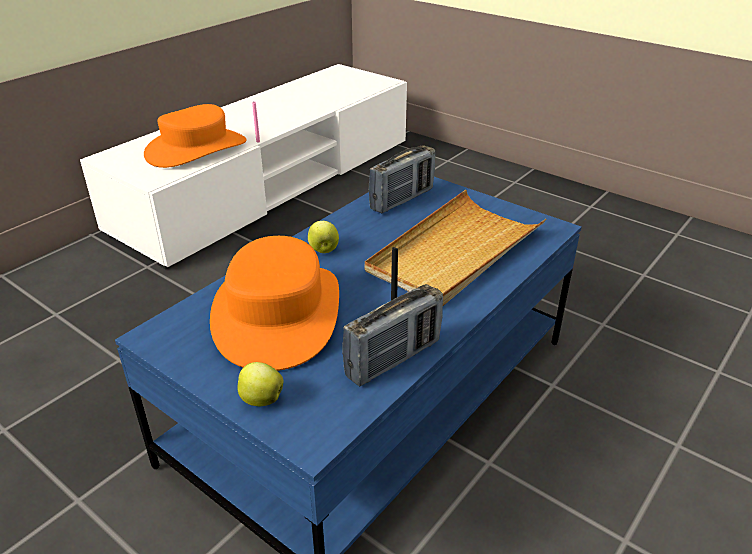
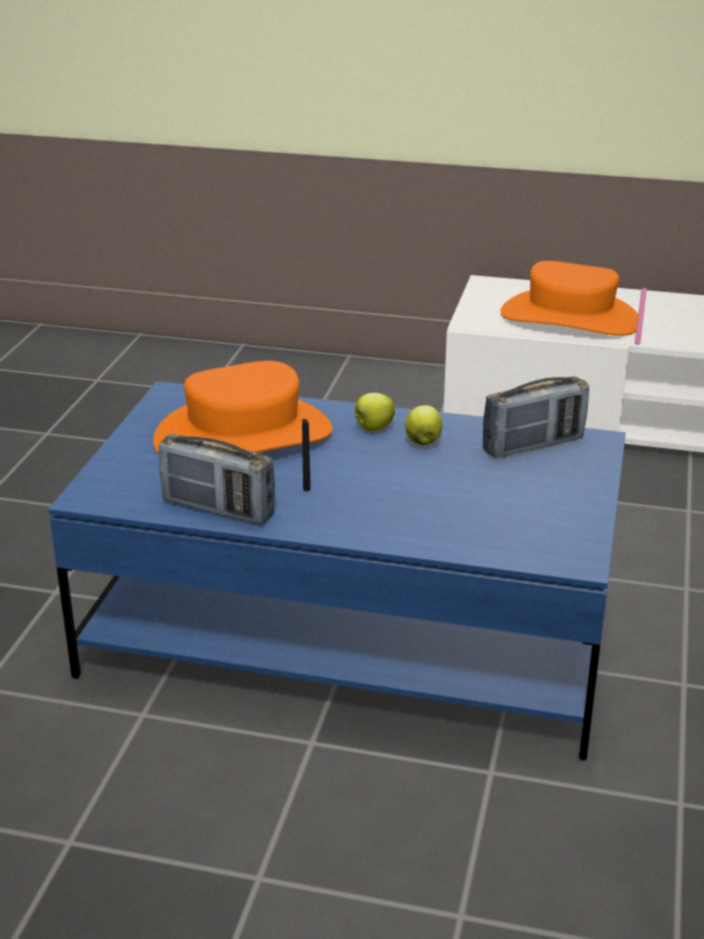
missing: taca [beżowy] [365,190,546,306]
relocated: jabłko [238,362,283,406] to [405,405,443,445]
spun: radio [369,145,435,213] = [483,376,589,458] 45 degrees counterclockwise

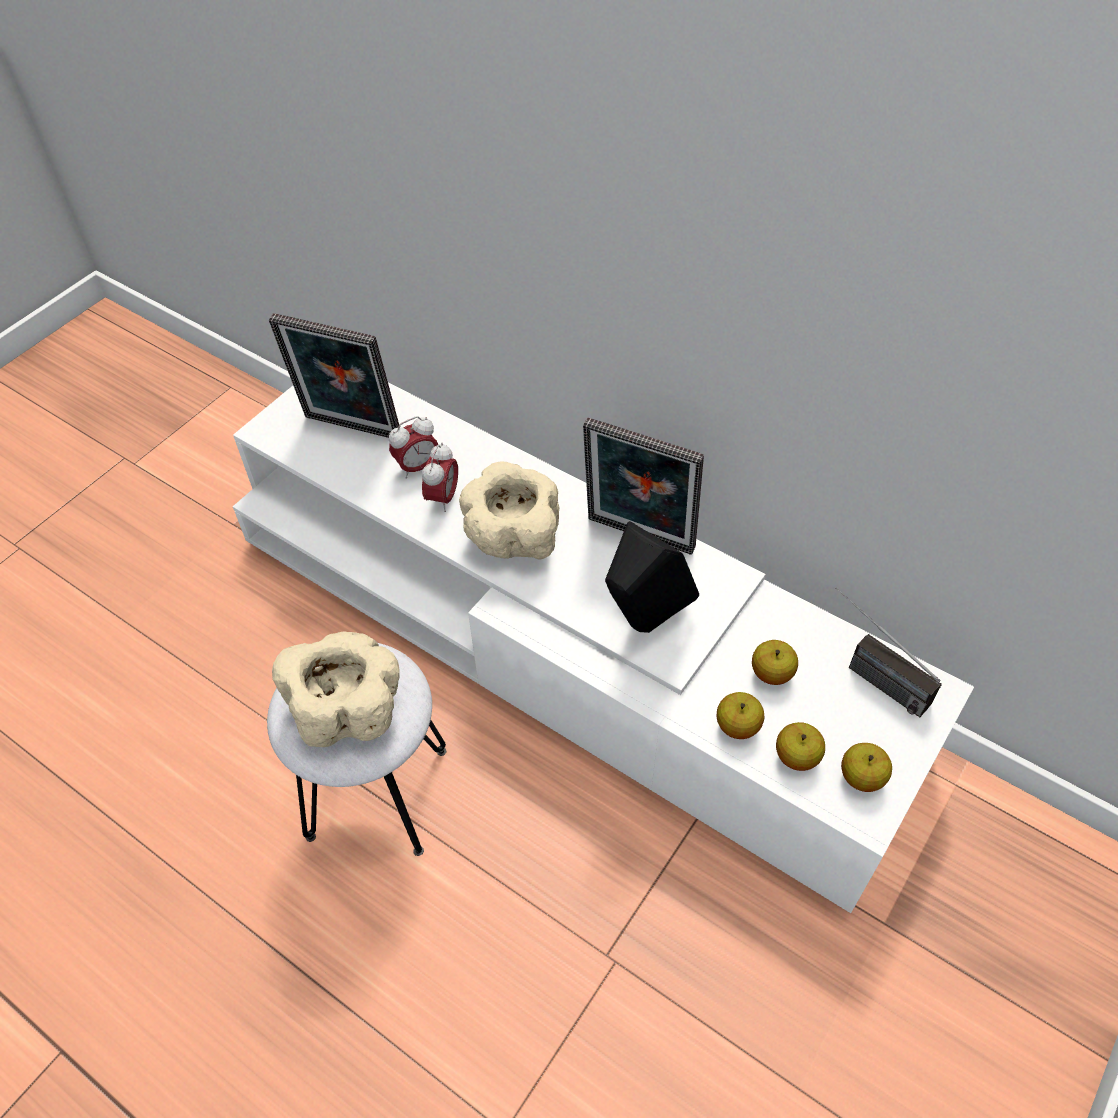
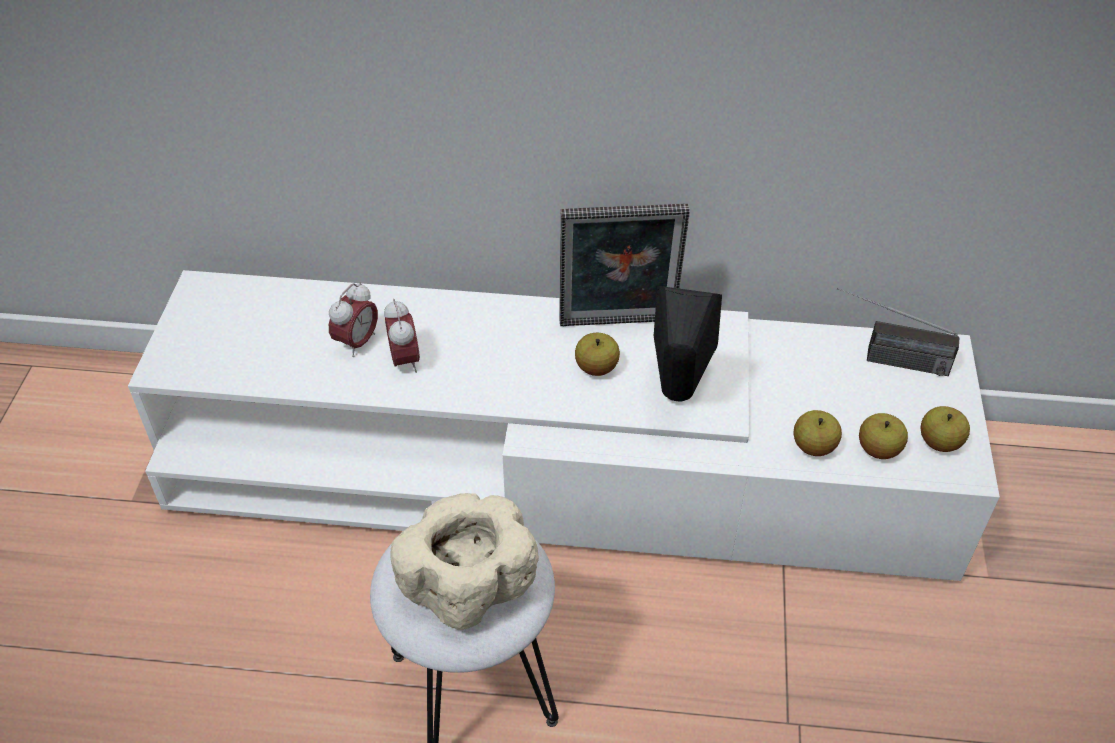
missing: ramka na zdjęcie [269,313,399,438]; miska [beżowy] [459,461,559,559]
relocated: jabłko [752,640,798,685] to [575,333,620,376]

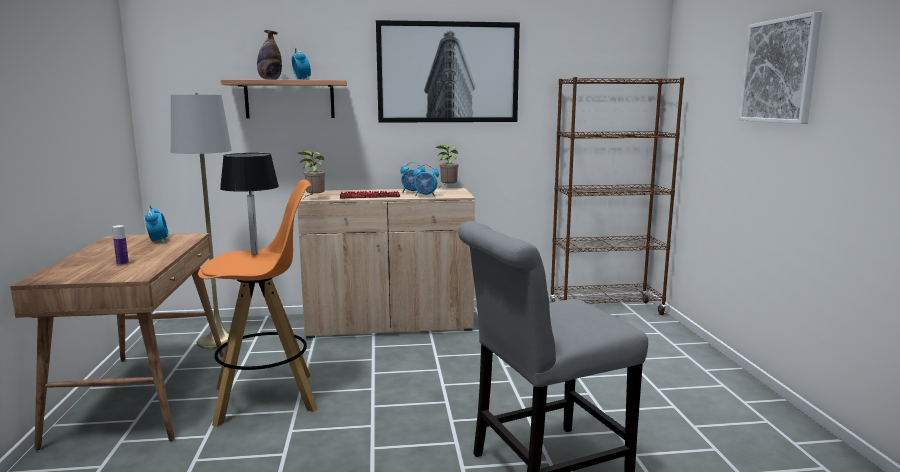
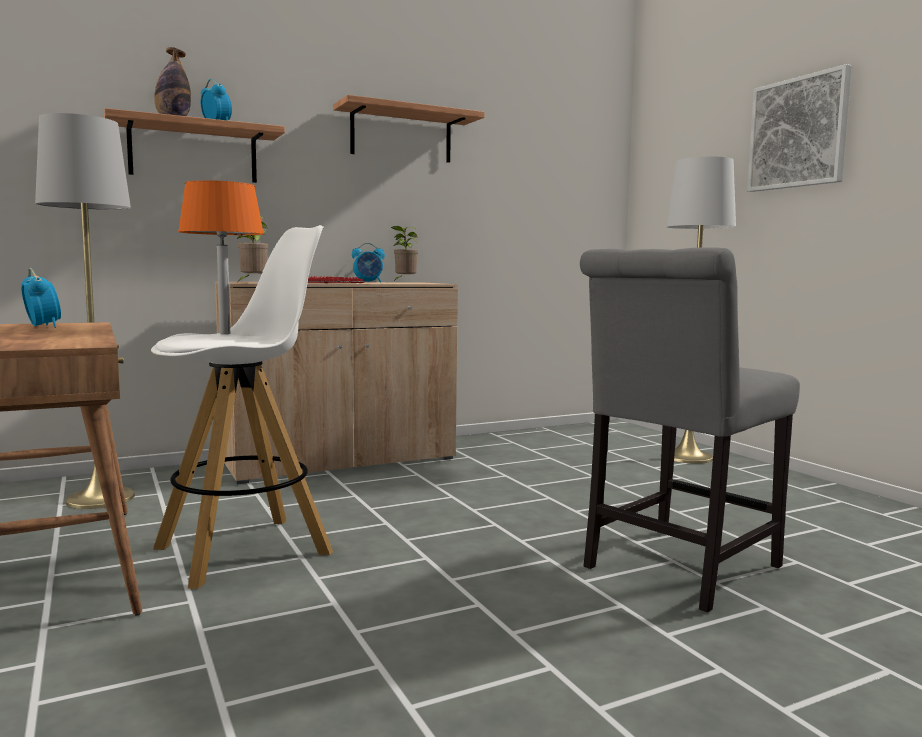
missing: butelka [112,225,129,266]; budzik [413,164,439,197]; regał [brązowy] [549,77,684,315]
appeared: lampa stojąca [biały] [666,157,736,464]
exchanged: obraz [376,20,520,123] to półka [333,95,485,163]
colour: stołek [pomarańczowy] [198,179,318,427] to stołek [biały] [151,225,333,589]; lampa stołowa [czarny] [220,153,279,255] to lampa stołowa [pomarańczowy] [178,180,264,334]

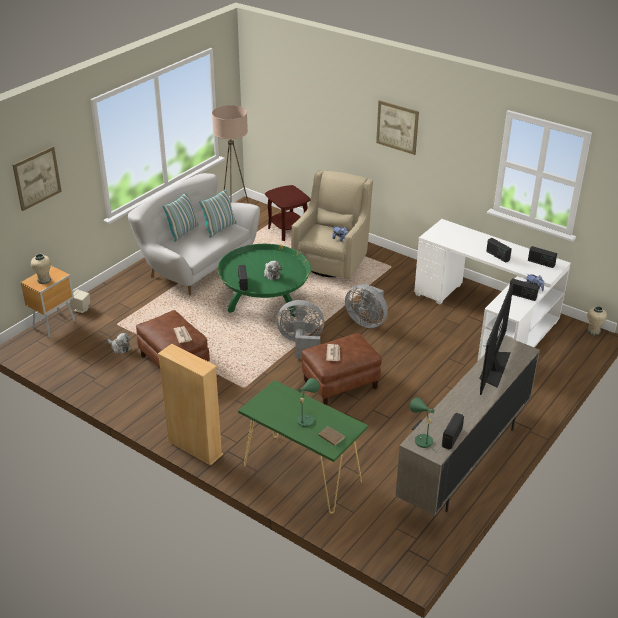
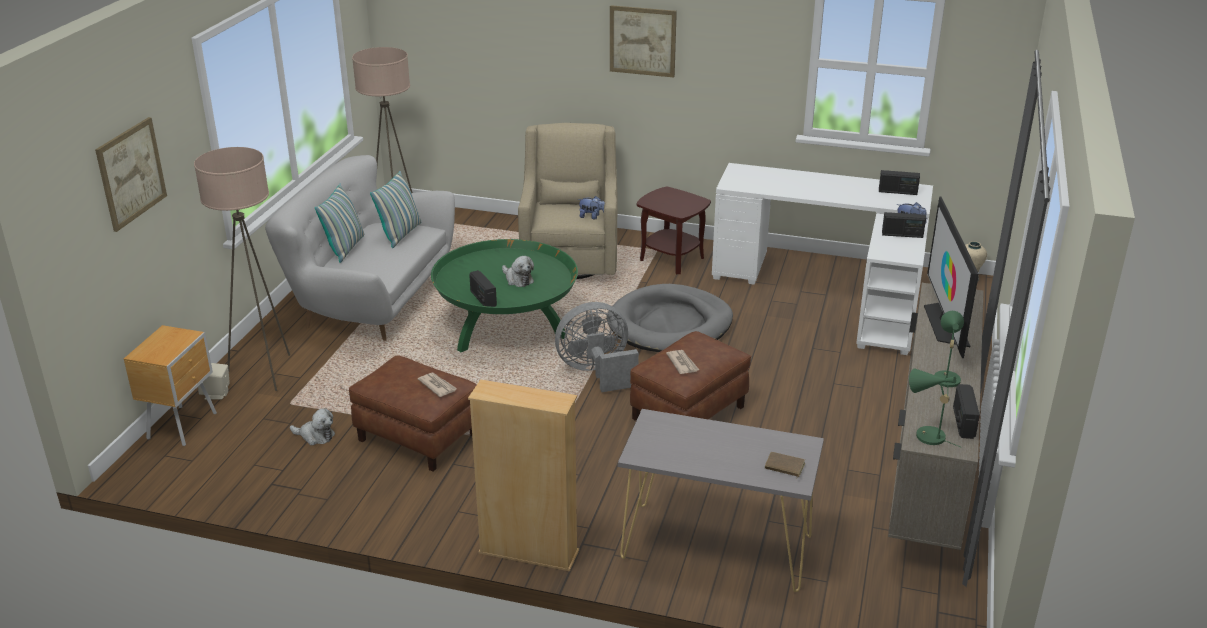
missing: wazon [beżowy] [31,254,51,284]; radio [486,238,512,263]
appeared: lampa stojąca [beżowy] [194,147,290,391]
relocated: stolik [brązowy] [265,185,311,241] to [637,187,711,274]; lampa stołowa [zielony] [295,378,319,432] to [934,311,964,395]
exchanged: wentylator [szary] [345,283,388,328] to legowisko [szary] [607,284,733,352]
colour: stolik konsolowy [zielony] [238,380,368,514] to stolik konsolowy [szary] [618,409,824,592]

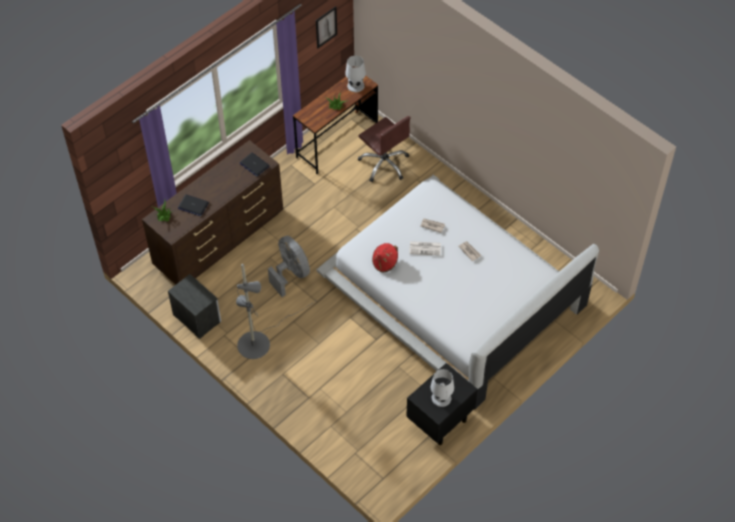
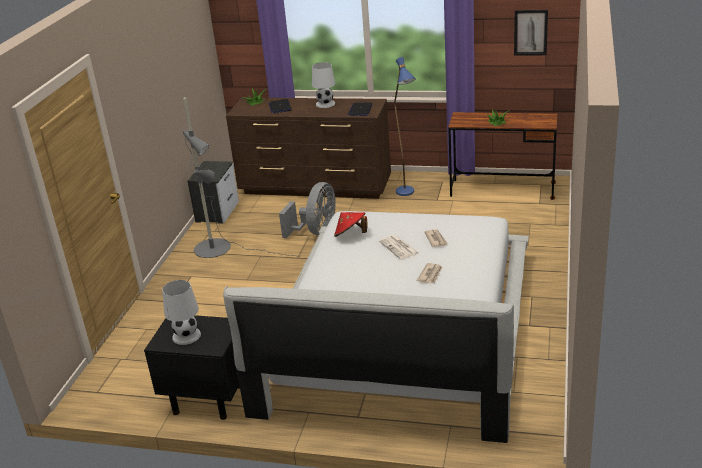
missing: krzesło biurowe [brązowy] [358,116,411,182]
appeared: lampa stojąca [niebieski] [394,57,416,196]
relocated: lampa stołowa [biały] [345,56,366,92] to [312,62,335,108]

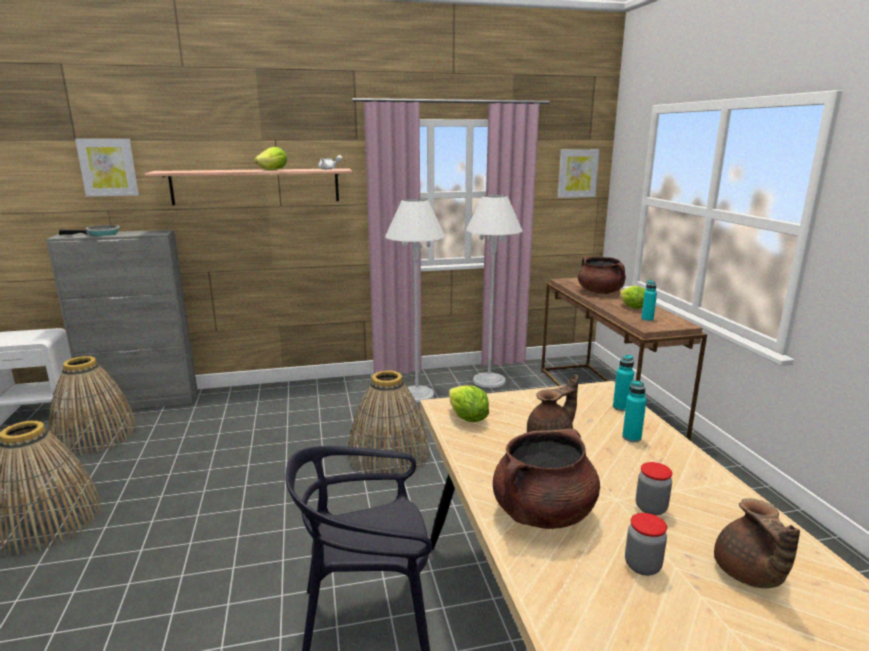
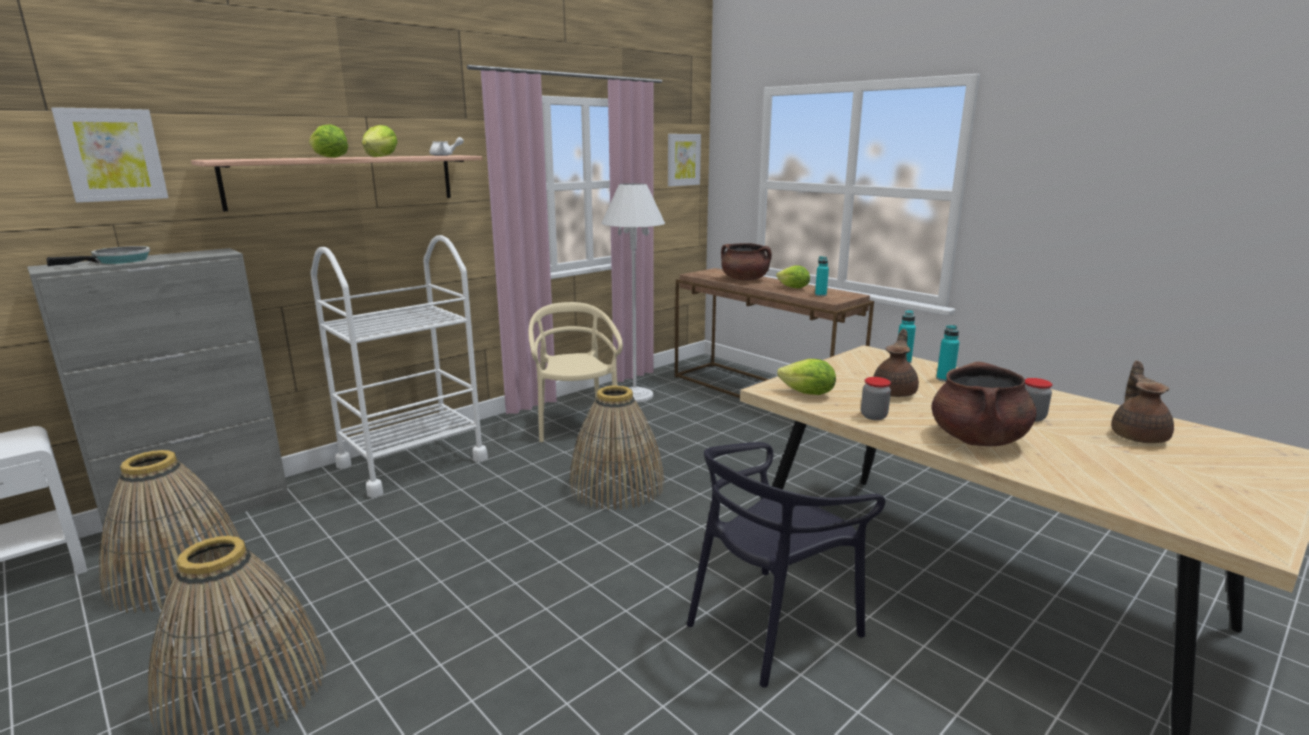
appeared: sałata [309,124,348,158]; wózek [biały] [310,235,488,498]
relocated: słoik [625,513,667,576] to [861,377,891,420]
exchanged: lampa stojąca [biały] [385,199,445,403] to krzesło [beżowy] [529,302,623,443]
spun: imbryk [brązowy] [714,498,800,588] = [1111,361,1174,443] 135 degrees counterclockwise

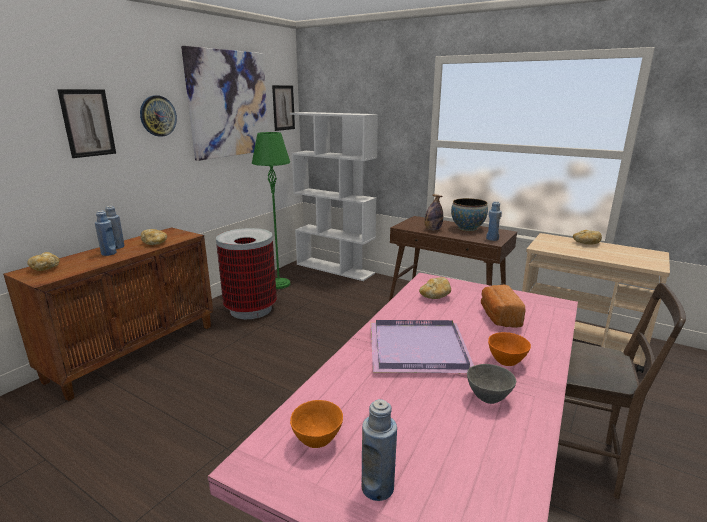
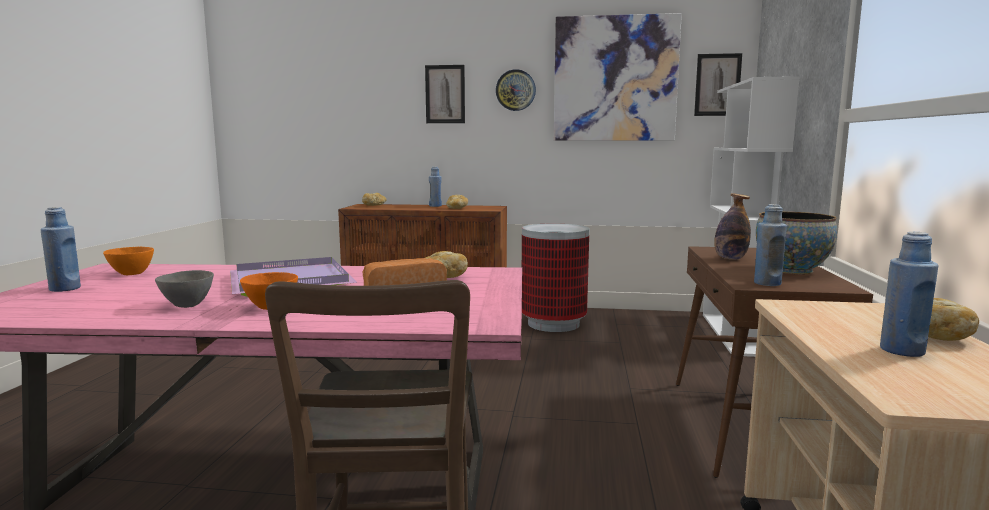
missing: lampa stojąca [zielony] [252,132,290,289]
relocated: butelka [niebieski] [95,211,117,256] to [880,232,938,357]

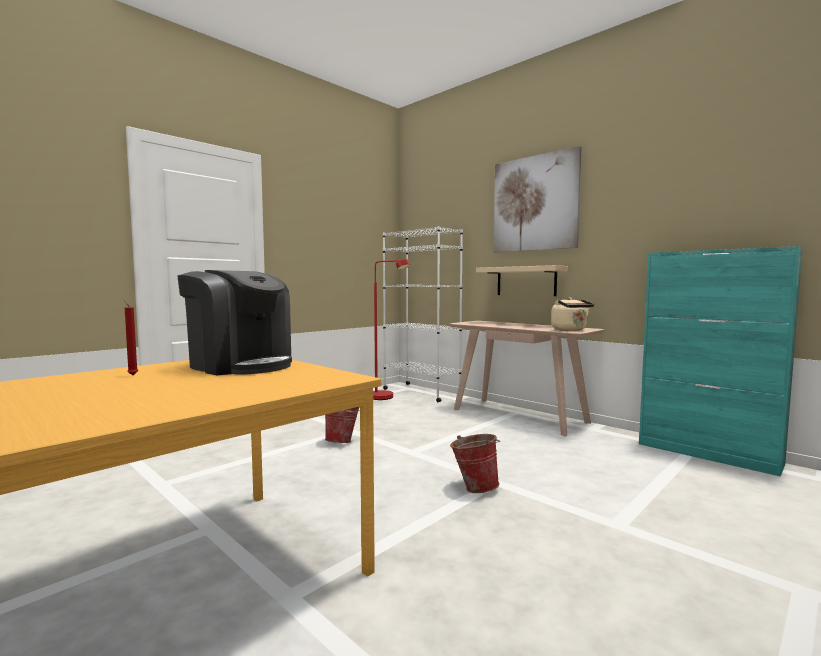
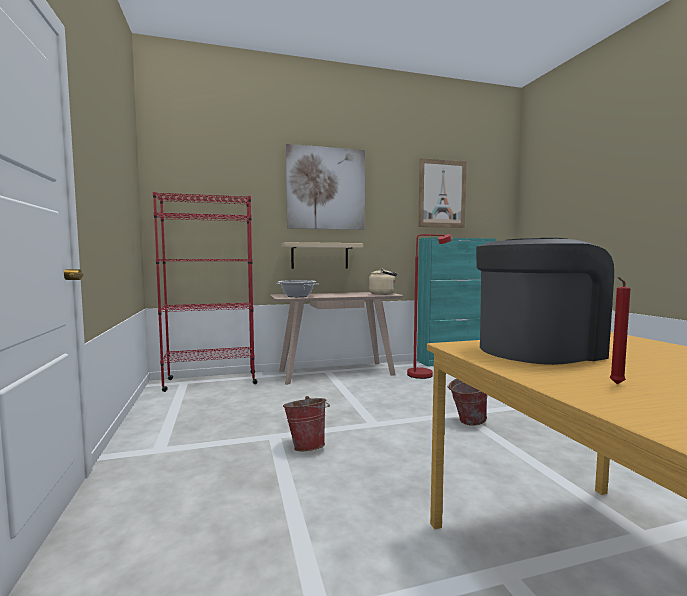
appeared: garnek [276,280,318,297]; obraz [418,158,467,228]
relocated: lampa stojąca [czerwony] [373,259,410,400] to [407,234,452,379]
colour: regał [biały] [383,226,463,402] to regał [czerwony] [153,192,258,392]

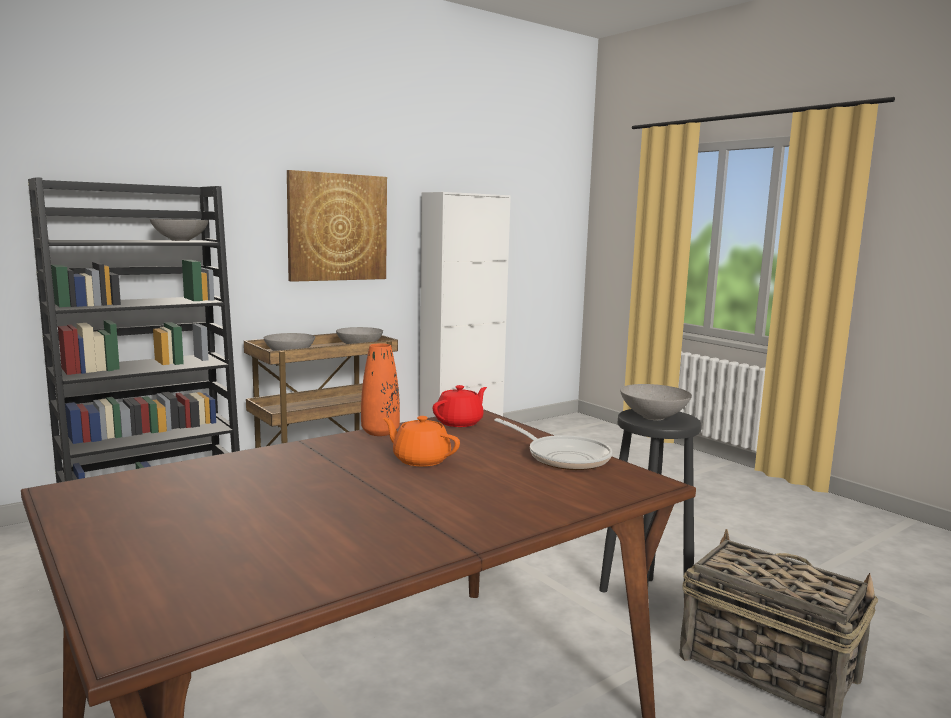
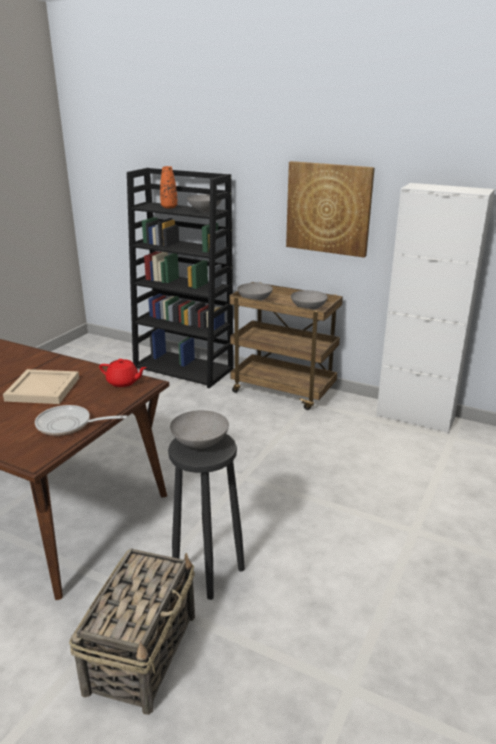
relocated: wazon [pomarańczowy] [361,343,400,436] to [160,166,178,209]
exchanged: imbryk [pomarańczowy] [382,416,460,467] to taca [beżowy] [3,369,79,404]
spun: patelnia [494,418,612,470] = [35,405,128,436] 75 degrees clockwise

